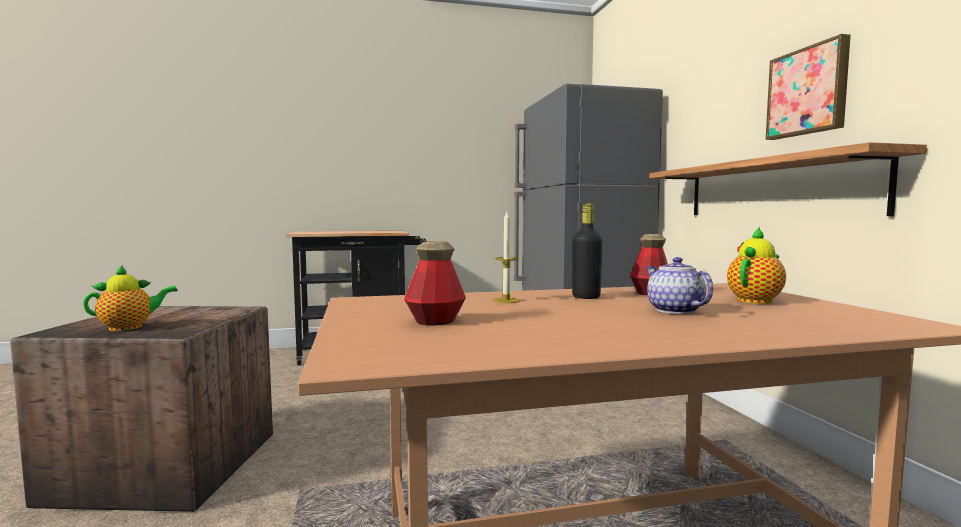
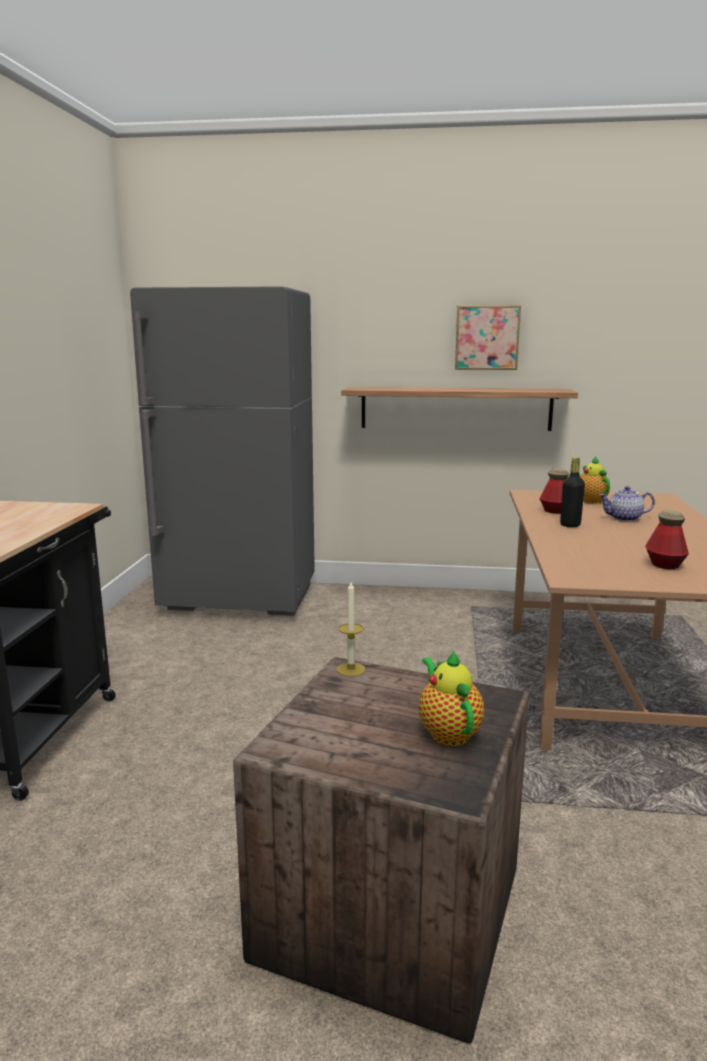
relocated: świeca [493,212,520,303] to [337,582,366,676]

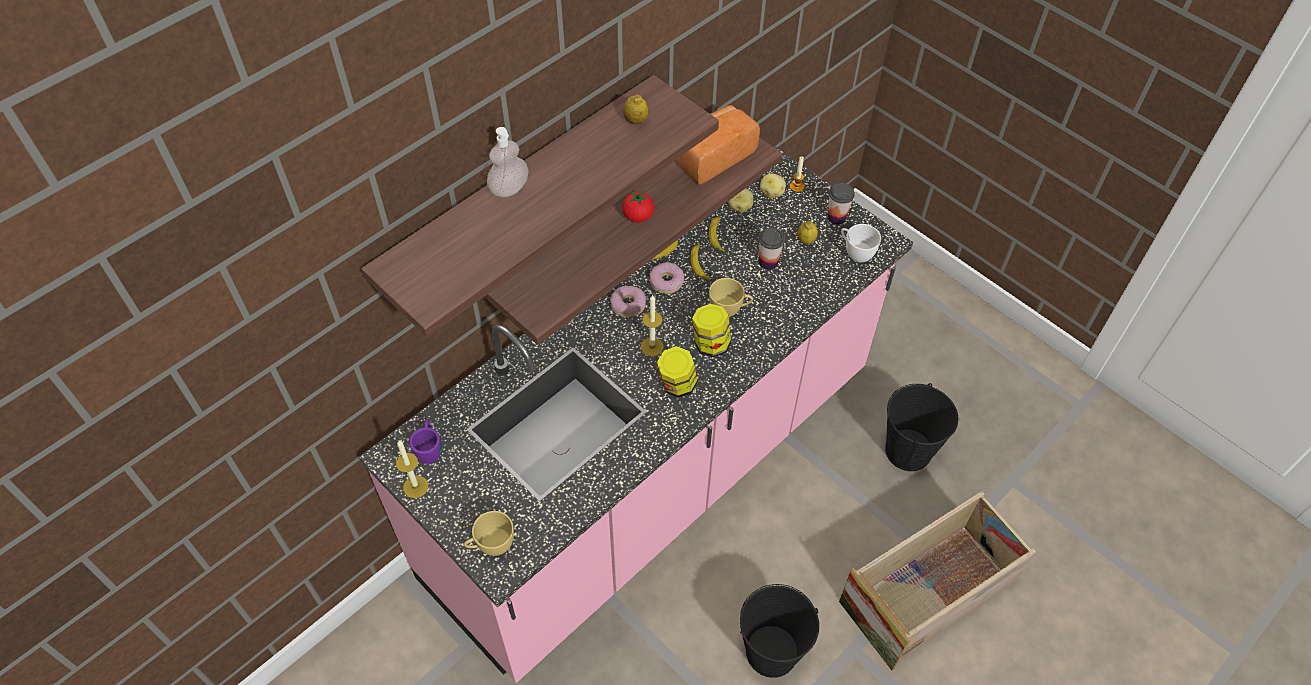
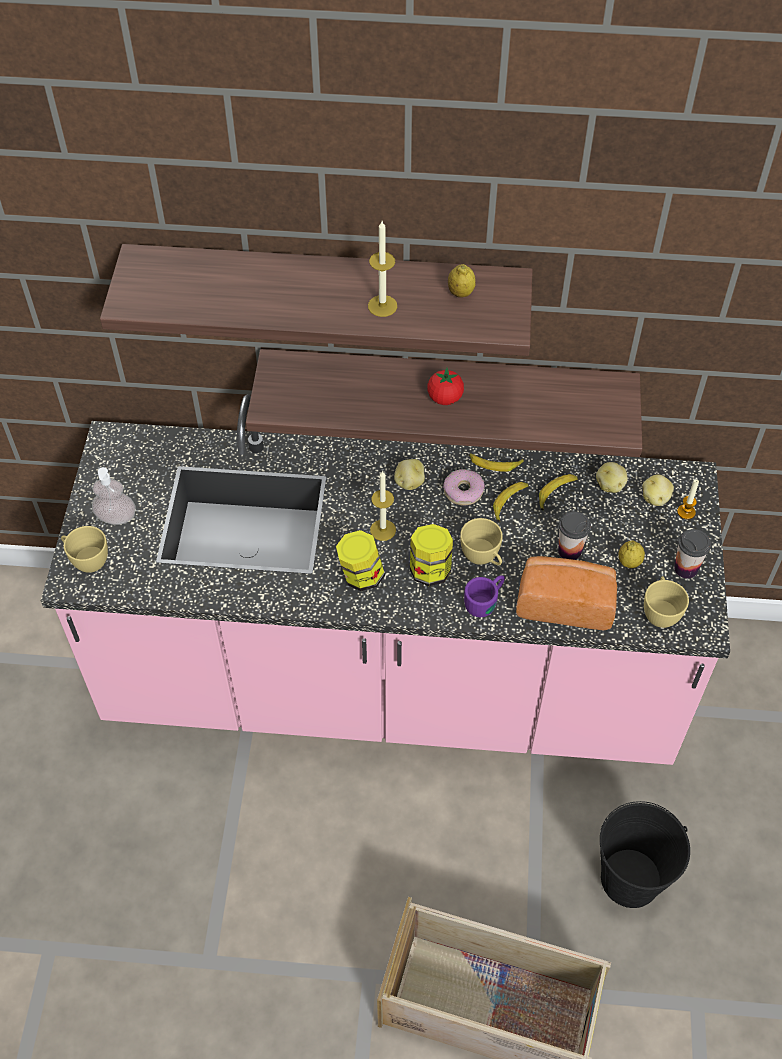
missing: wiadro [czarny] [740,584,819,678]
relocated: świeca [396,441,428,498] to [368,221,397,317]; kubek [fioletowy] [409,419,442,464] to [464,575,505,617]; dozownik mydła [487,127,529,197] to [92,467,136,525]; chleb [676,105,760,184] to [516,556,617,631]
exchanged: donut [610,286,646,317] to ziemniak [394,459,425,490]
colour: filiżanka [biały] [841,224,881,263] to filiżanka [żółty] [644,576,689,628]

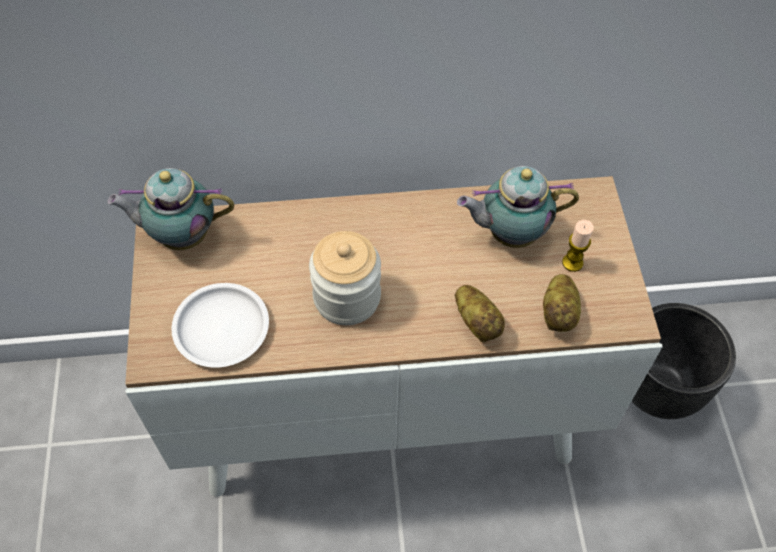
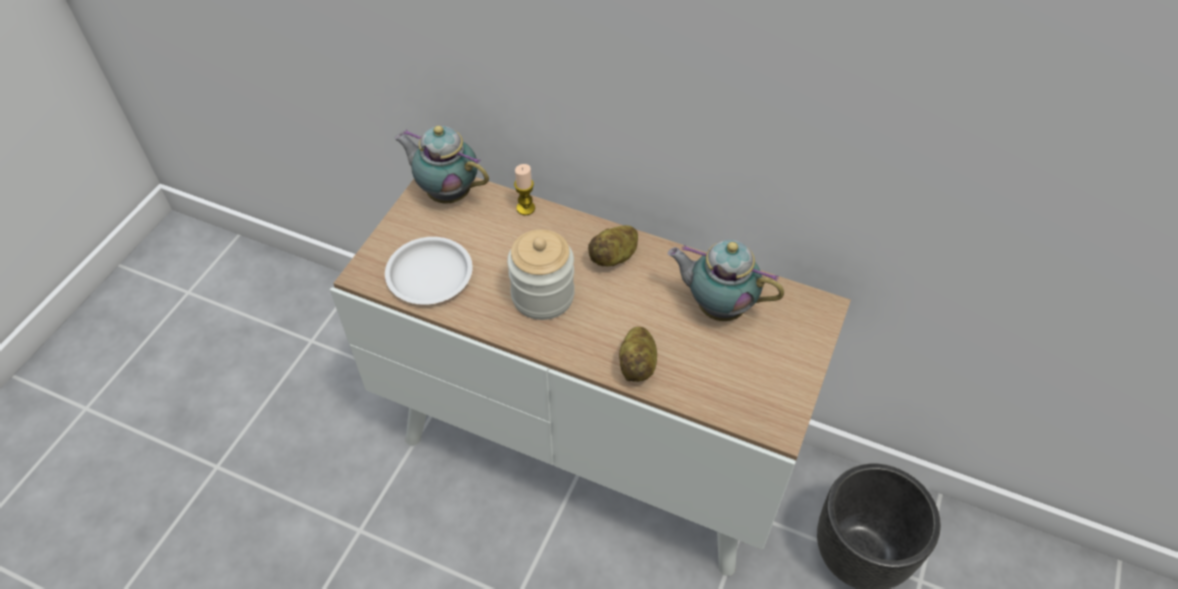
relocated: ziemniak [543,274,581,332] to [588,225,638,266]; świeca [562,220,594,272] to [514,164,535,216]

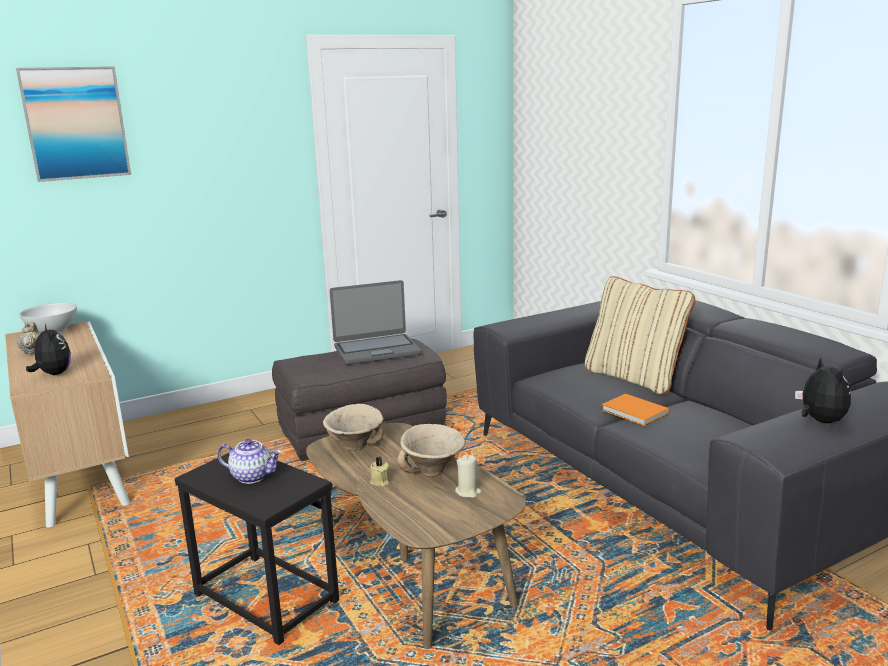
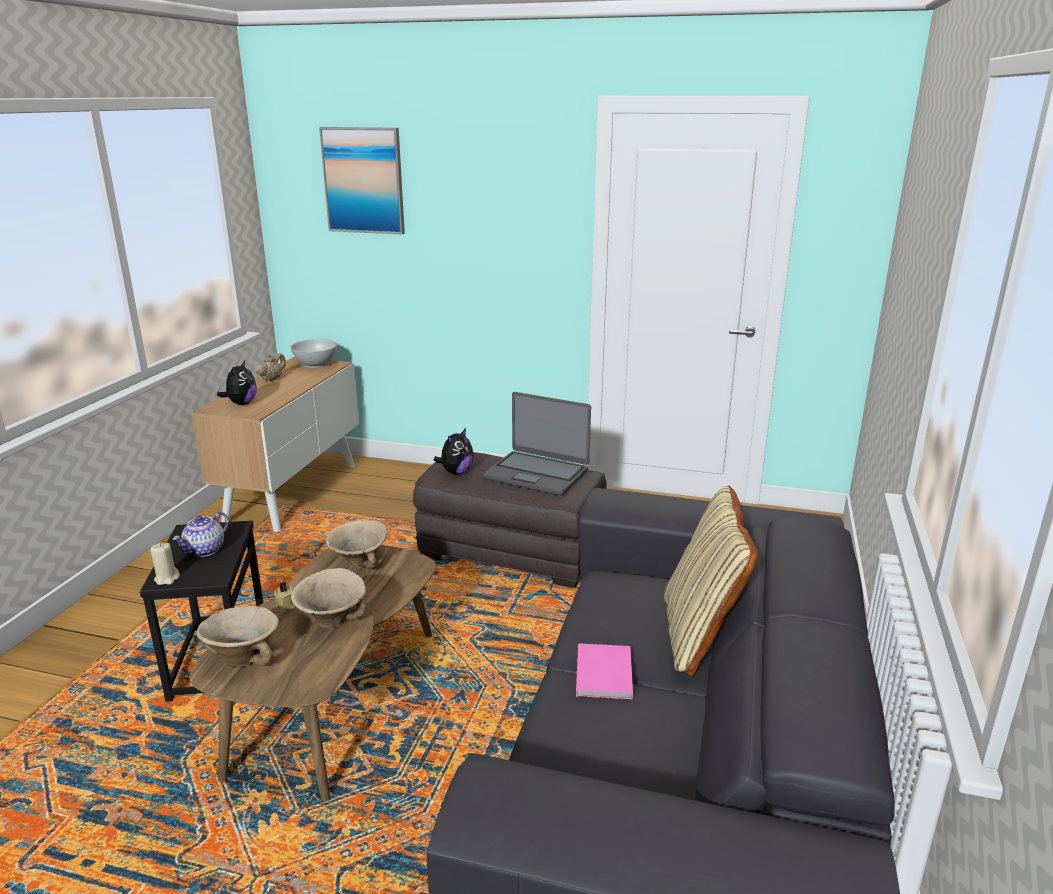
appeared: miska [beżowy] [196,606,279,667]
relocated: świeca [beżowy] [455,455,482,498] to [150,543,180,585]; pluszak [795,358,851,423] to [434,428,474,475]
colour: książka [pomarańczowy] [602,394,669,426] to książka [różowy] [576,643,633,700]
spun: imbryk [217,439,282,484] = [172,512,229,557] 60 degrees clockwise

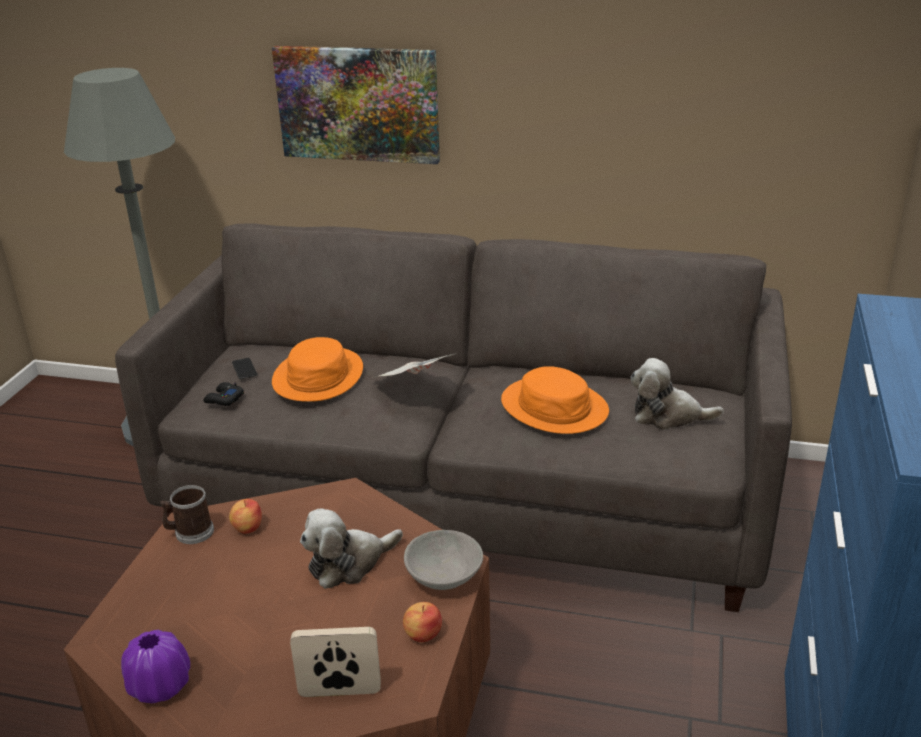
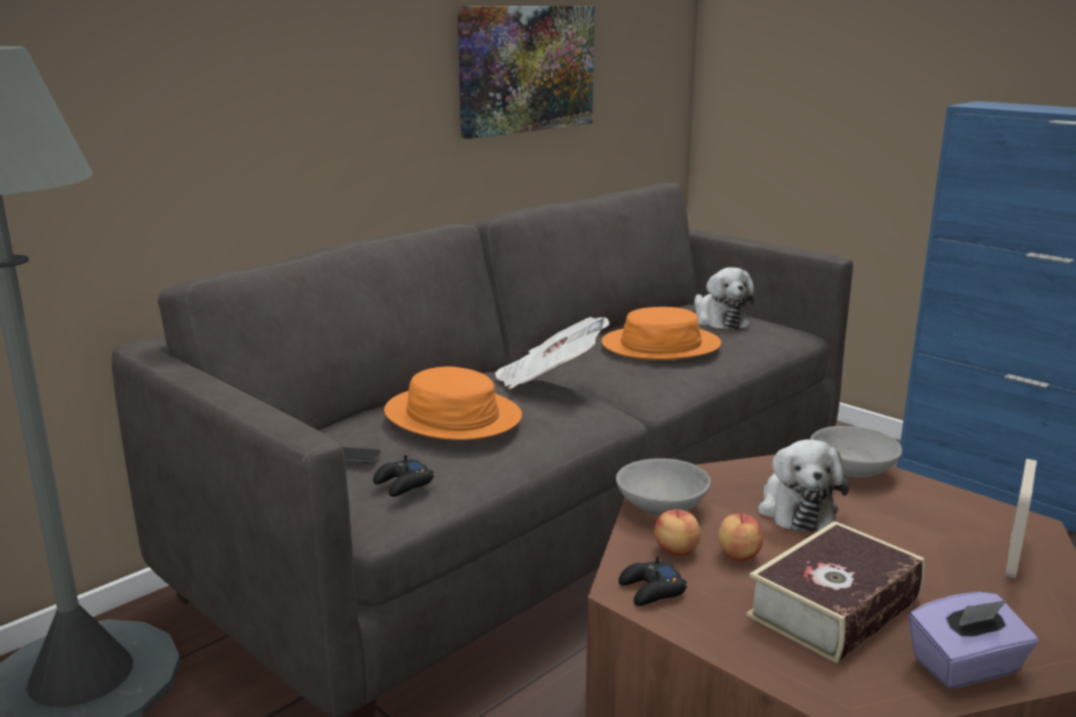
appeared: miska [szary] [616,459,711,516]; książka [746,521,925,663]
relocated: obraz [272,46,440,164] to [457,6,595,139]; jabłko [403,602,442,642] to [718,513,763,562]
exchanged: wazon [fioletowy] [121,630,190,703] to pudełko chusteczek [fioletowy] [909,592,1038,689]; kubek [160,485,214,544] to pad do gier [czarny] [618,556,687,606]
spun: pluszak [631,358,724,430] = [694,267,754,330] 60 degrees counterclockwise

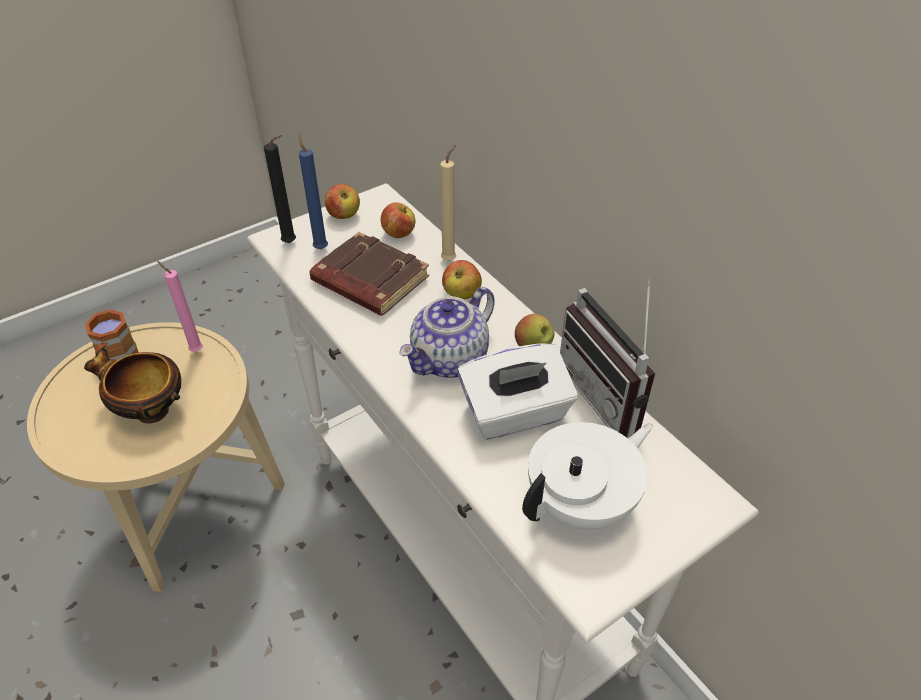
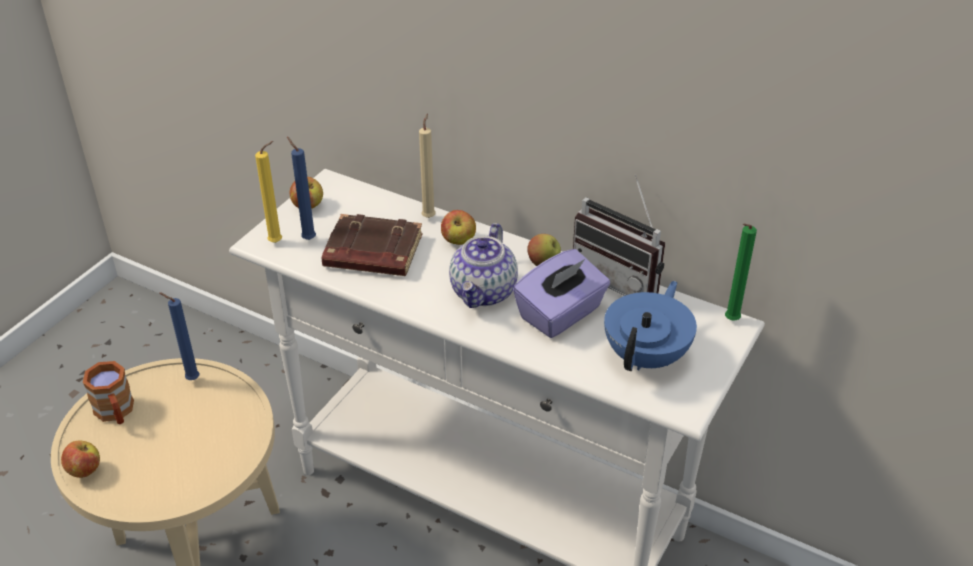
missing: miska [84,348,181,424]
appeared: świeca [zielony] [725,223,757,320]
relocated: jabłko [380,202,415,238] to [61,441,100,478]
colour: świeca [różowy] [157,261,203,352] to świeca [niebieski] [159,292,199,380]; świeca [czarny] [264,135,296,243] to świeca [żółty] [255,141,282,243]; pudełko chusteczek [biały] [457,343,578,440] to pudełko chusteczek [fioletowy] [513,249,610,338]; imbryk [biały] [522,422,653,529] to imbryk [niebieski] [604,281,697,371]

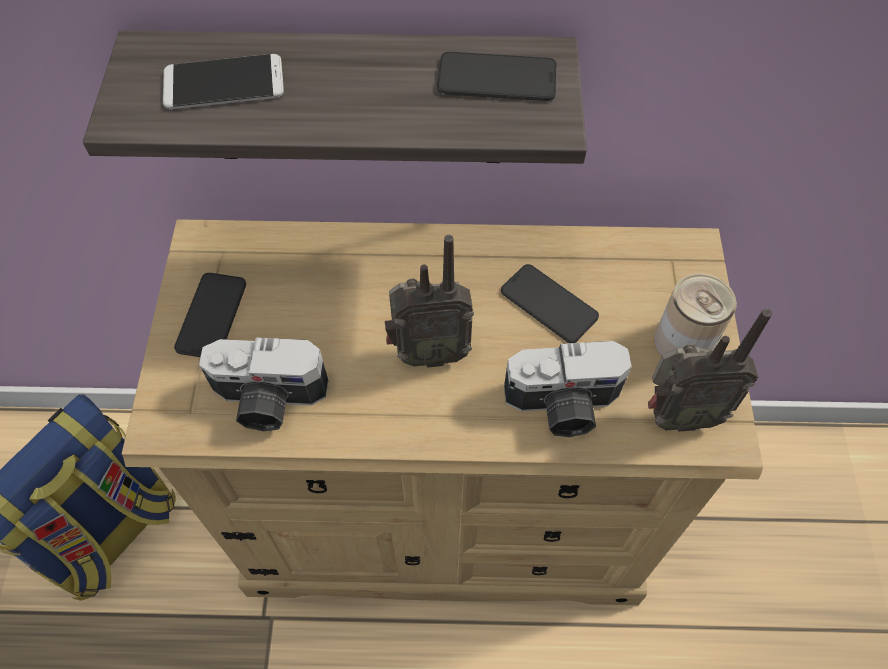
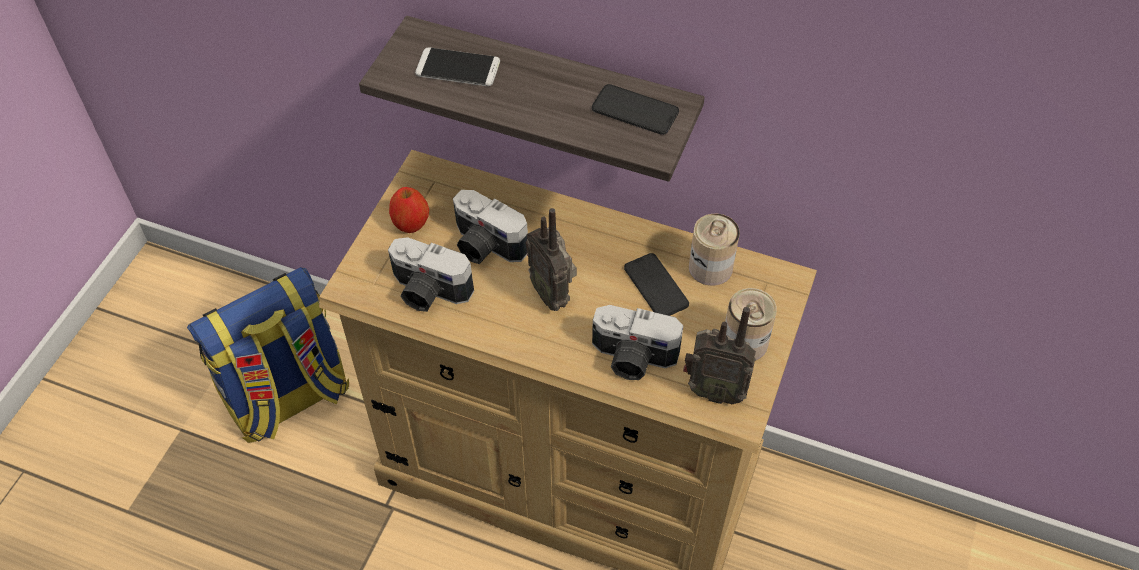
appeared: aparat fotograficzny [453,190,528,264]; puszka [689,214,740,286]
exchanged: telefon [174,273,246,357] to jabłko [389,187,429,233]
spun: radio [385,235,474,368] = [526,208,577,311] 45 degrees clockwise

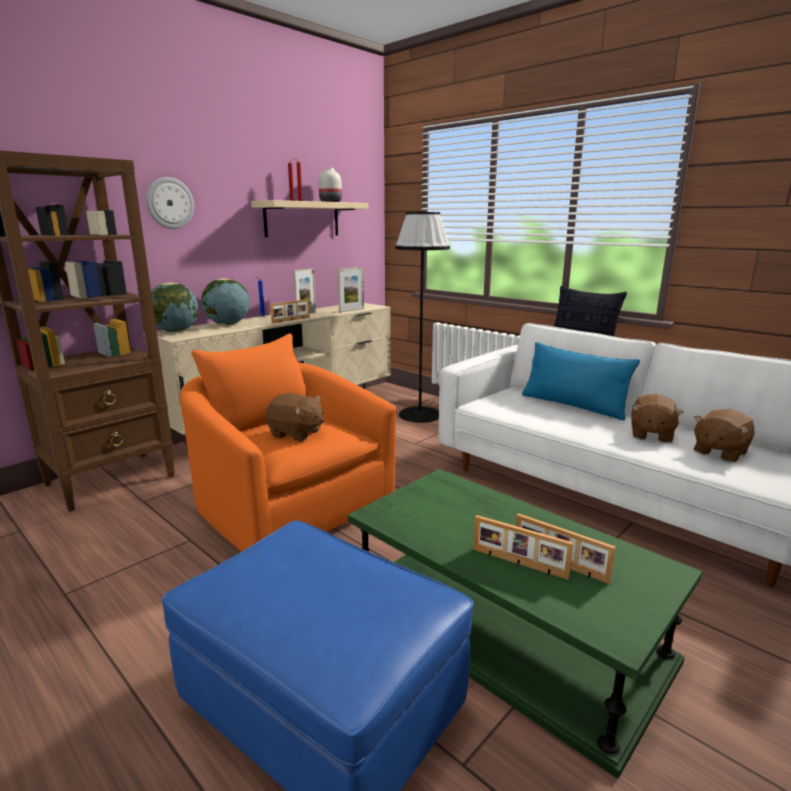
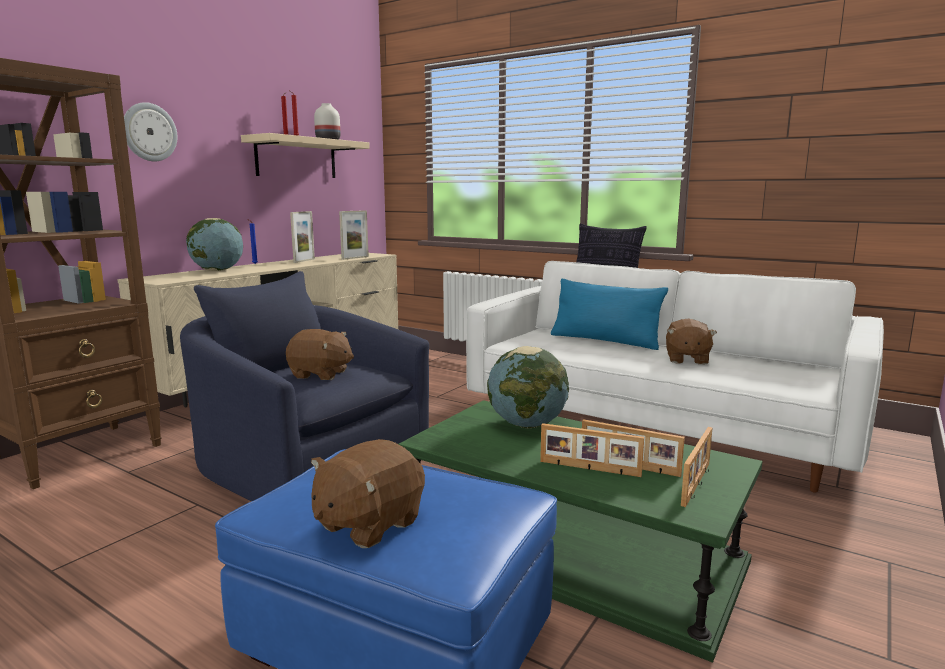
missing: lampa stojąca [czarny] [395,212,450,423]
relocated: globus [151,282,199,332] to [487,346,569,429]; ramka na zdjęcie [270,299,310,323] to [681,427,713,507]; pluszak [brązowy] [694,409,755,462] to [311,439,425,548]
colour: fotel [pomarańczowy] [179,334,396,552] to fotel [niebieski] [180,271,429,502]

